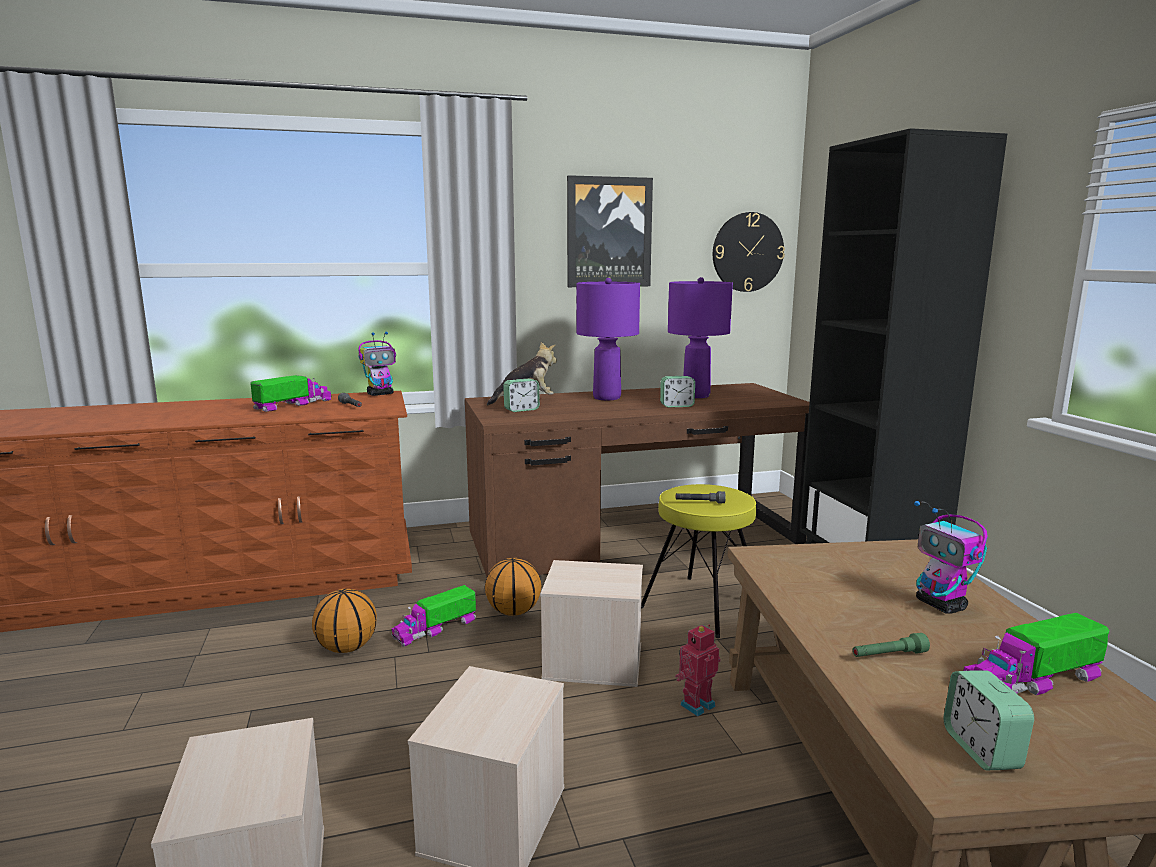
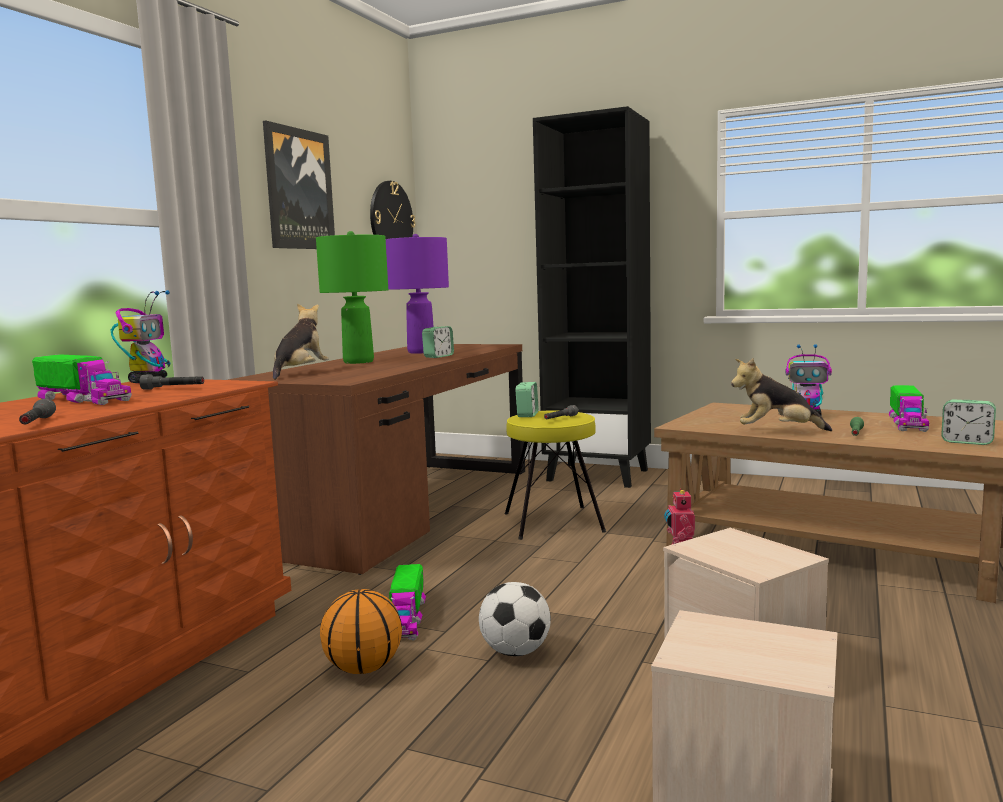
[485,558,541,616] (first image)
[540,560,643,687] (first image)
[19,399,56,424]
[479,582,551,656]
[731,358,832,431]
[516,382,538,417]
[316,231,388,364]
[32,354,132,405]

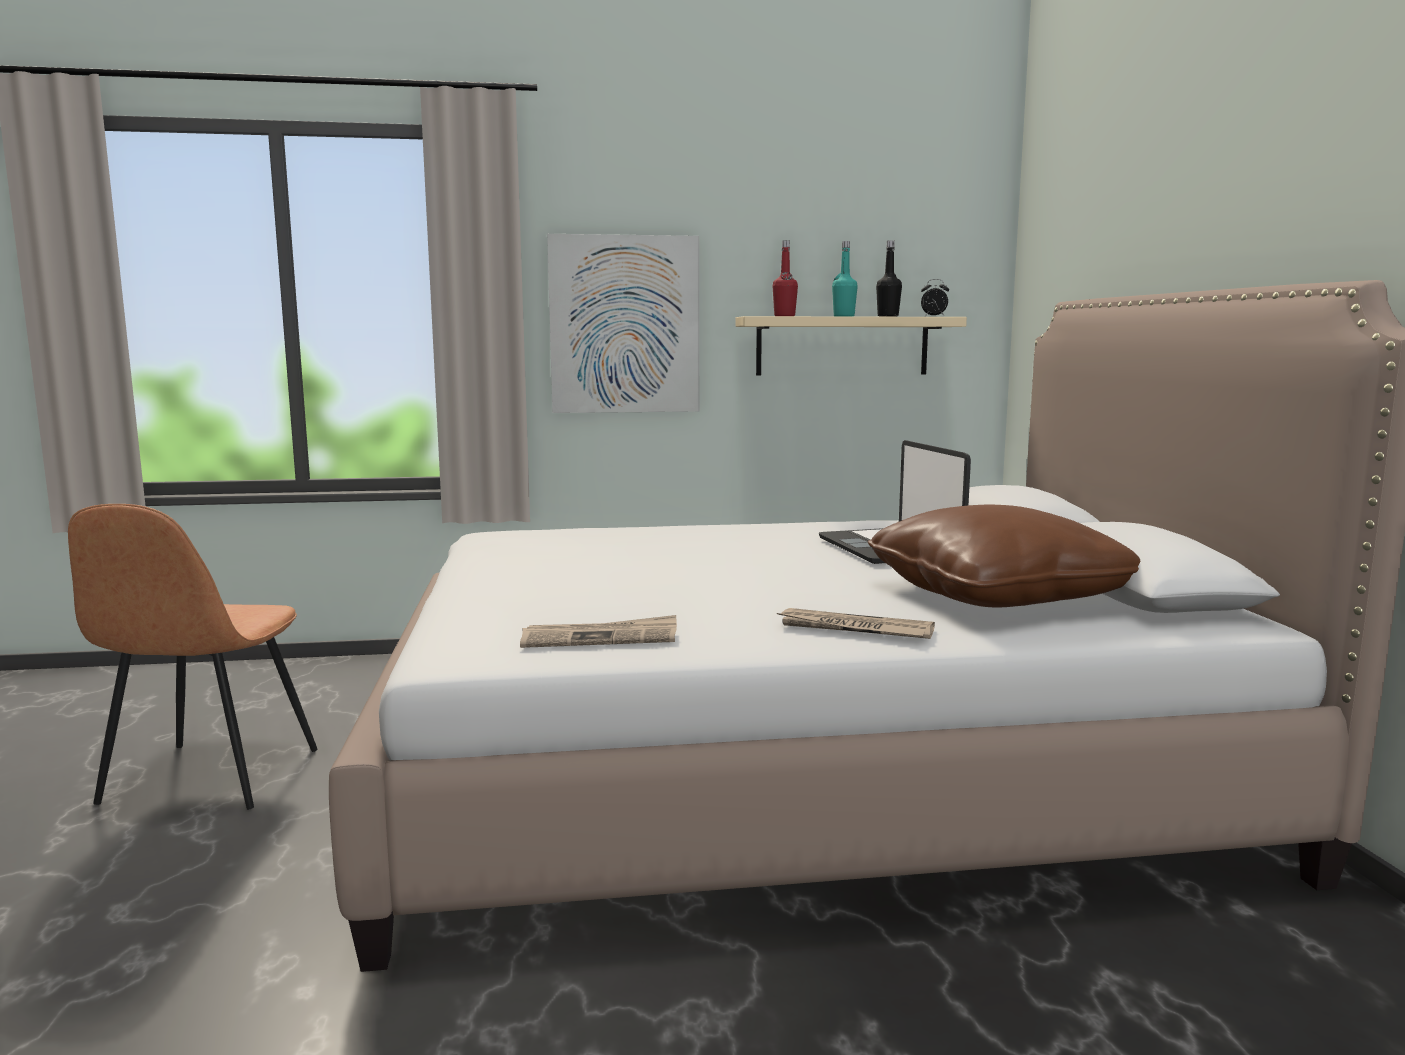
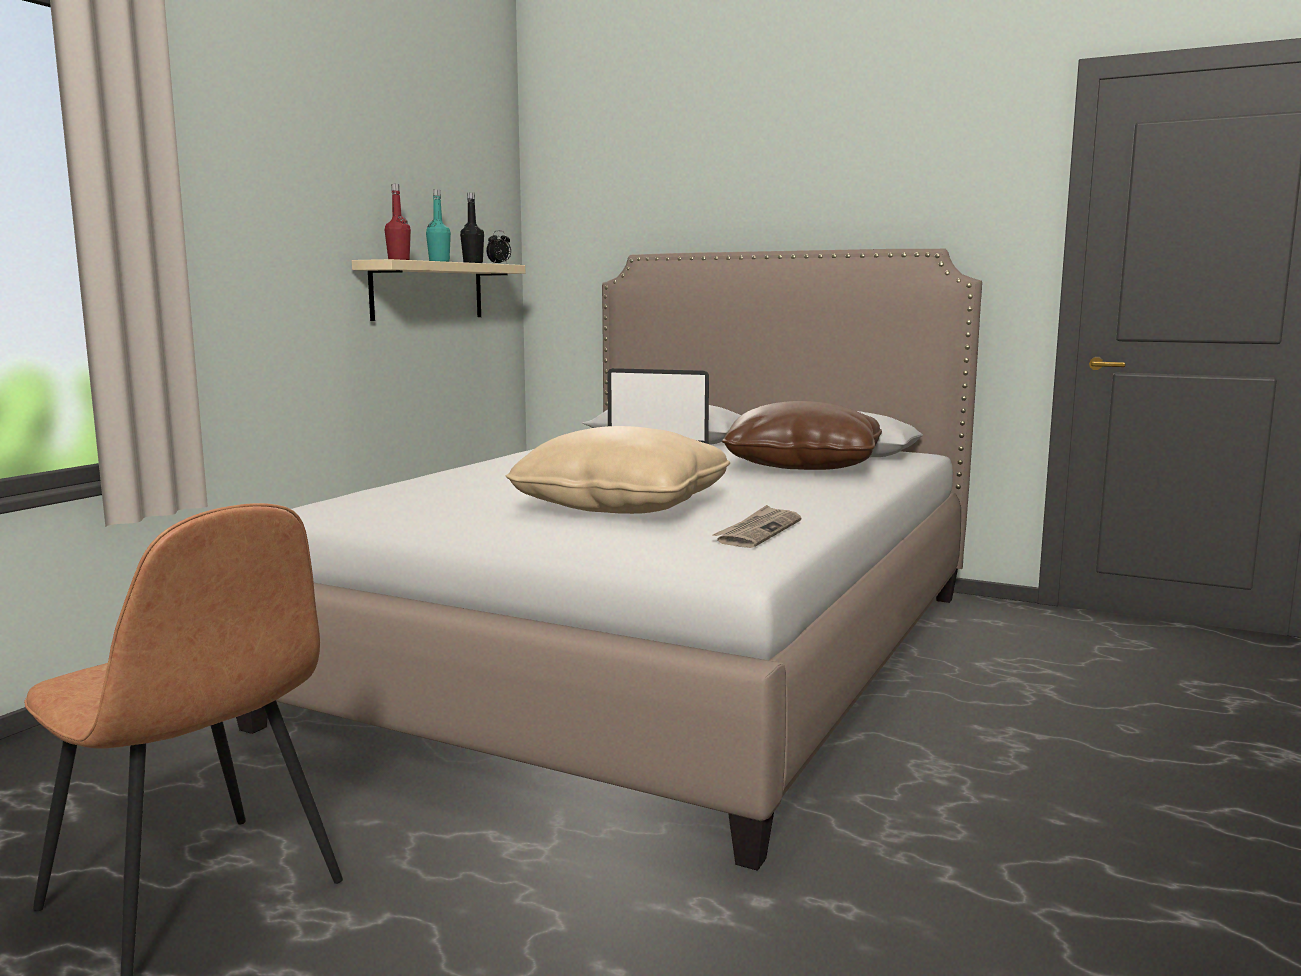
[547,234,699,413] (first image)
[777,608,935,639] (first image)
[505,426,730,514]

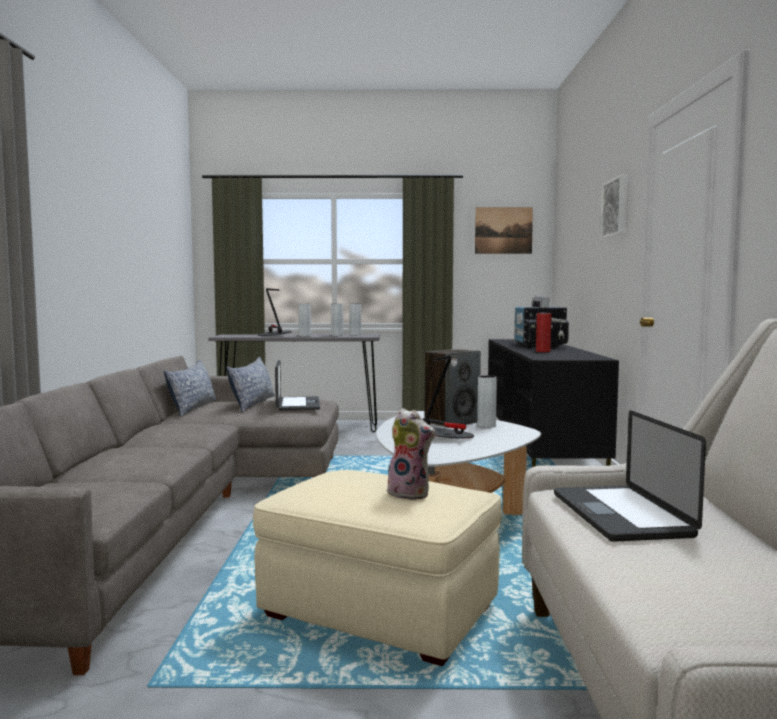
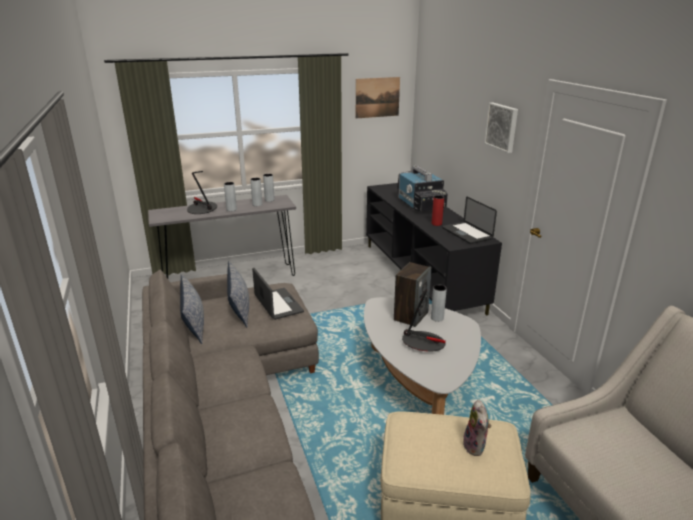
[442,197,497,244]
[461,400,491,456]

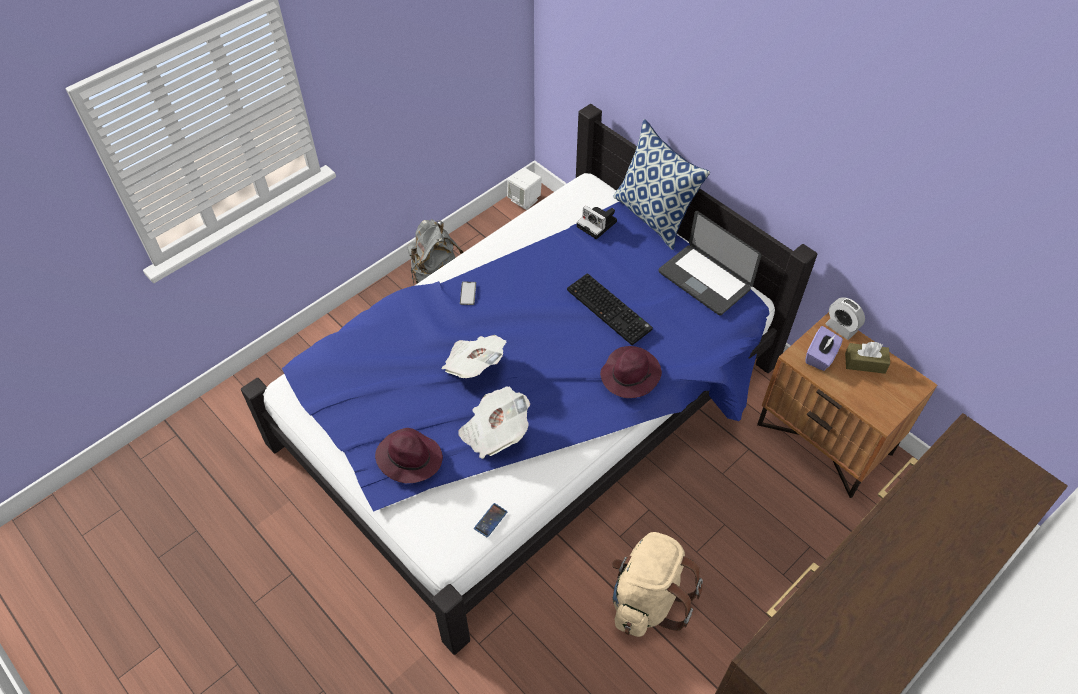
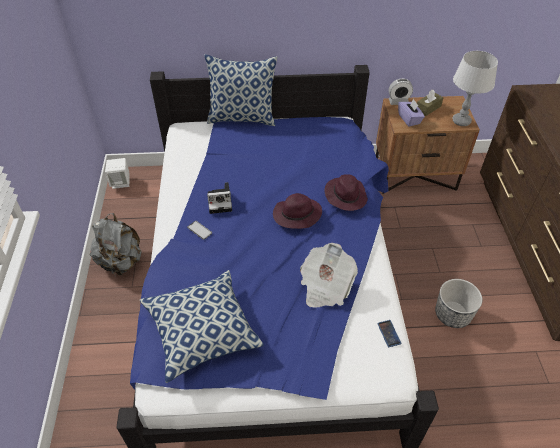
[441,335,506,378] (first image)
[567,273,653,345] (first image)
[658,211,761,315] (first image)
[140,270,264,383]
[453,51,498,126]
[273,193,322,229]
[207,182,232,214]
[435,279,483,328]

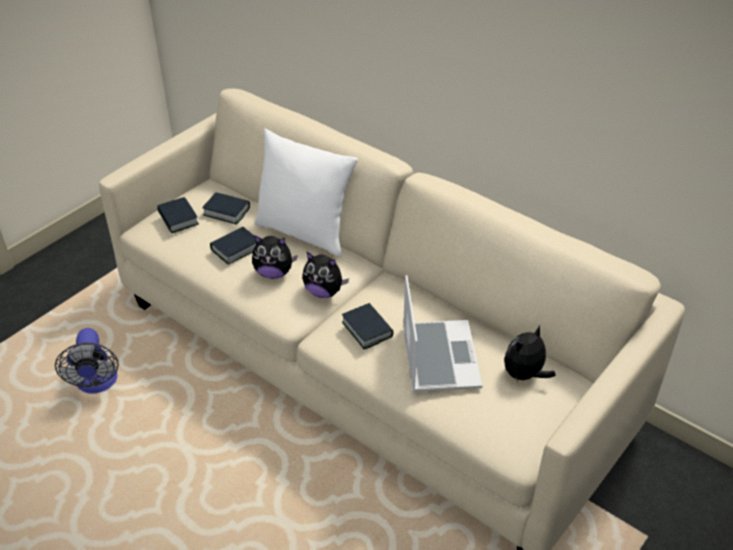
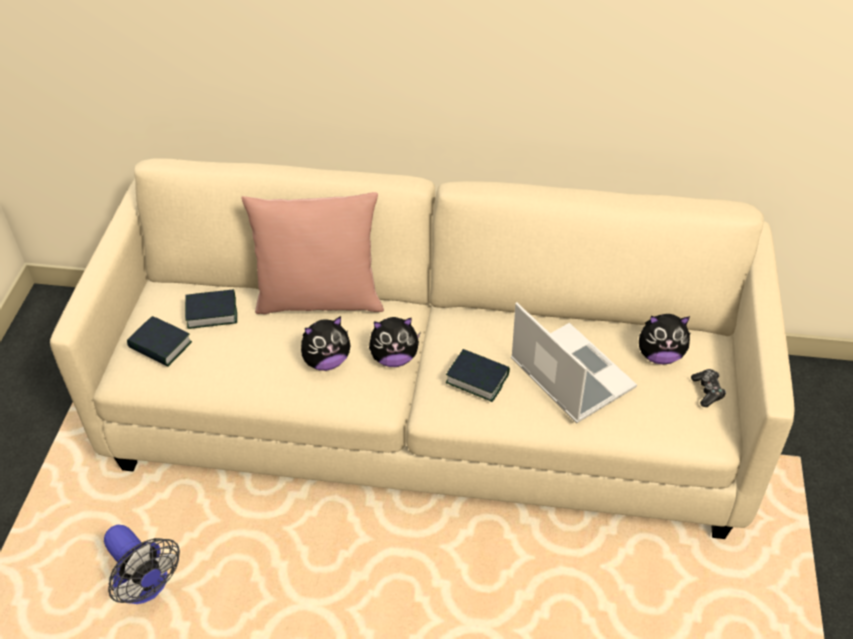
[210,227,256,265] (first image)
[691,369,726,407]
[241,192,384,314]
[639,314,691,365]

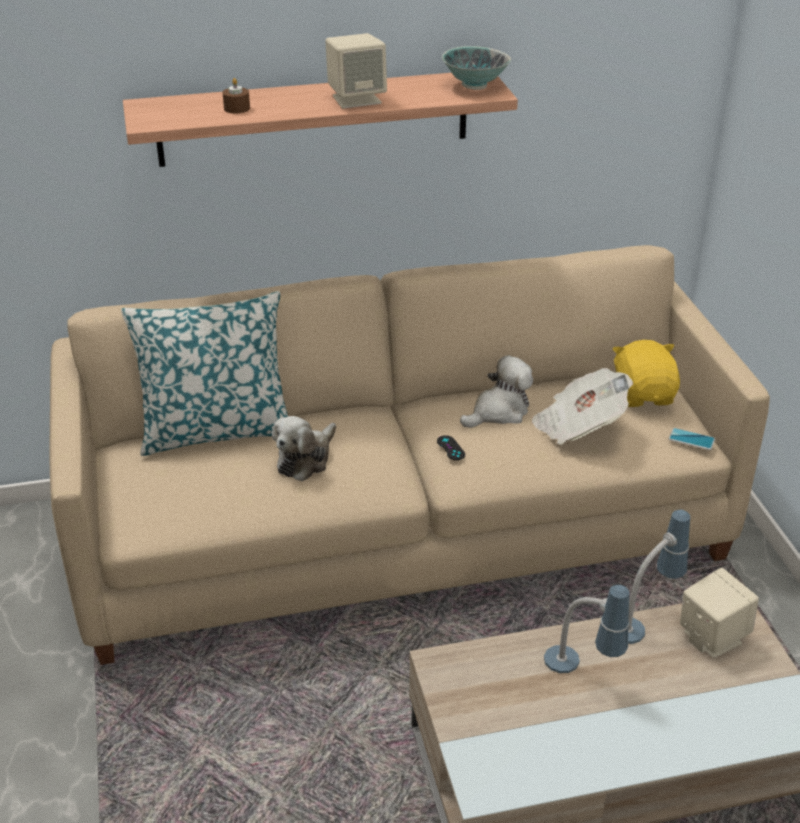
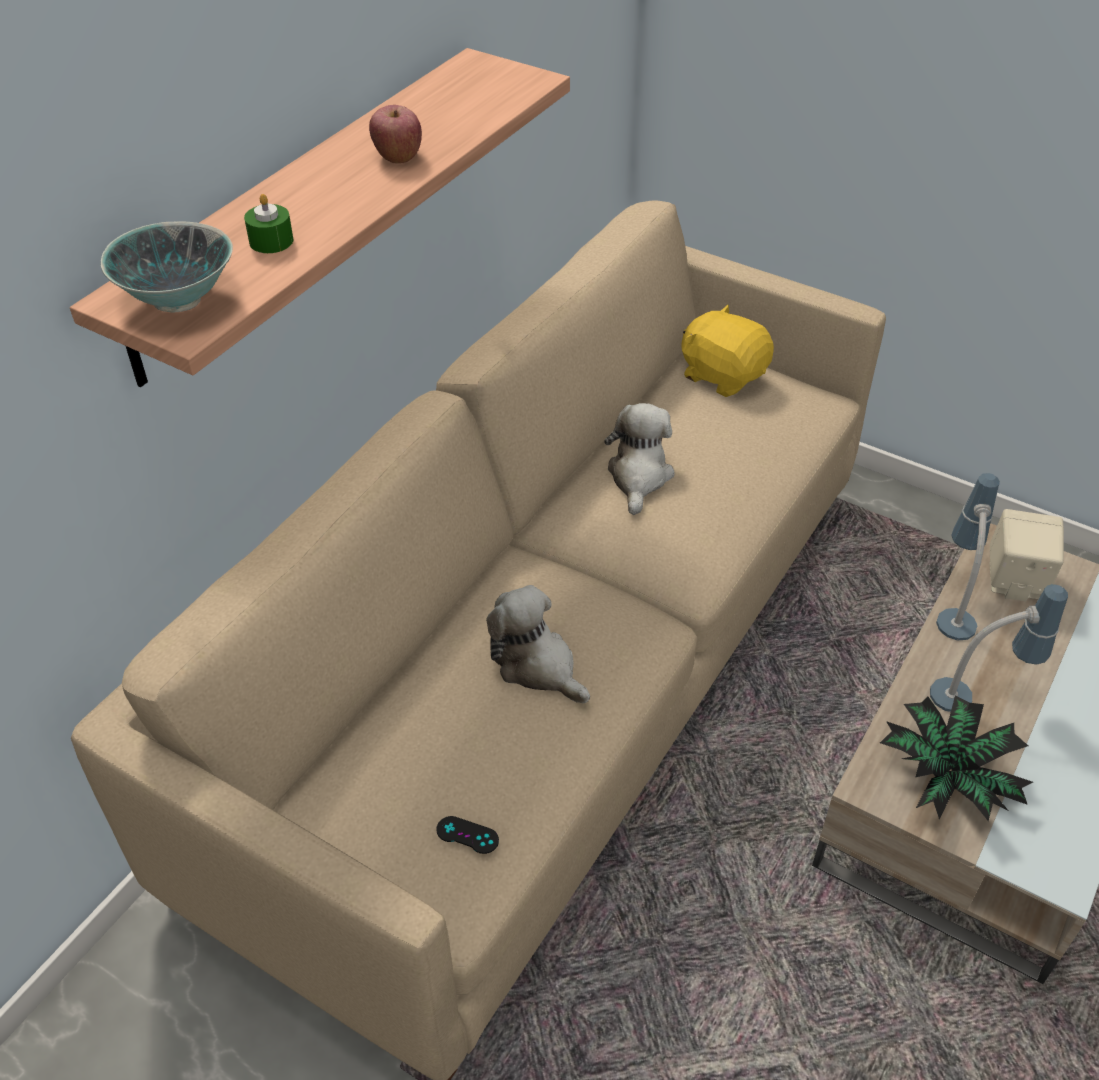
[121,291,288,456] (first image)
[532,368,633,445] (first image)
[669,428,715,450] (first image)
[880,695,1033,821]
[436,816,499,854]
[101,221,233,313]
[369,105,422,164]
[244,194,293,253]
[486,585,590,703]

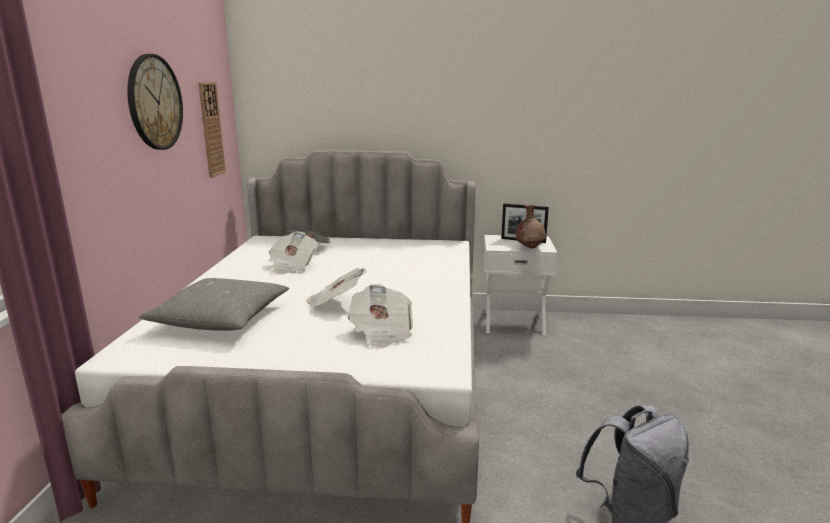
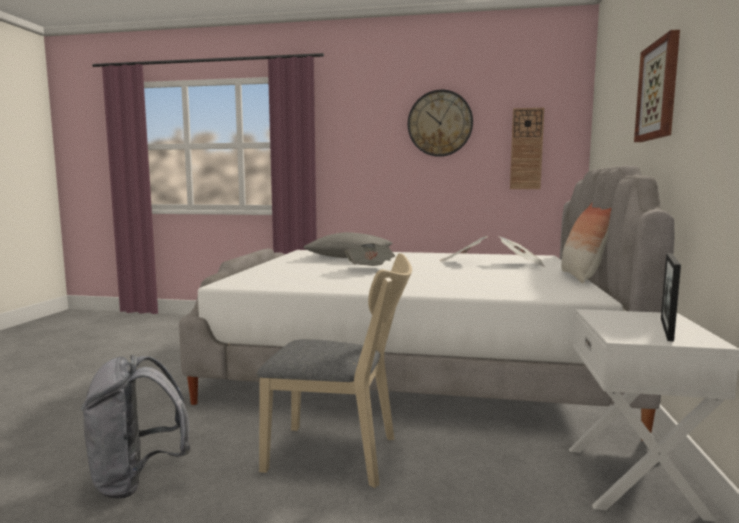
[348,284,413,349] (first image)
[516,205,546,249] (first image)
[257,253,412,488]
[561,202,611,283]
[634,30,680,142]

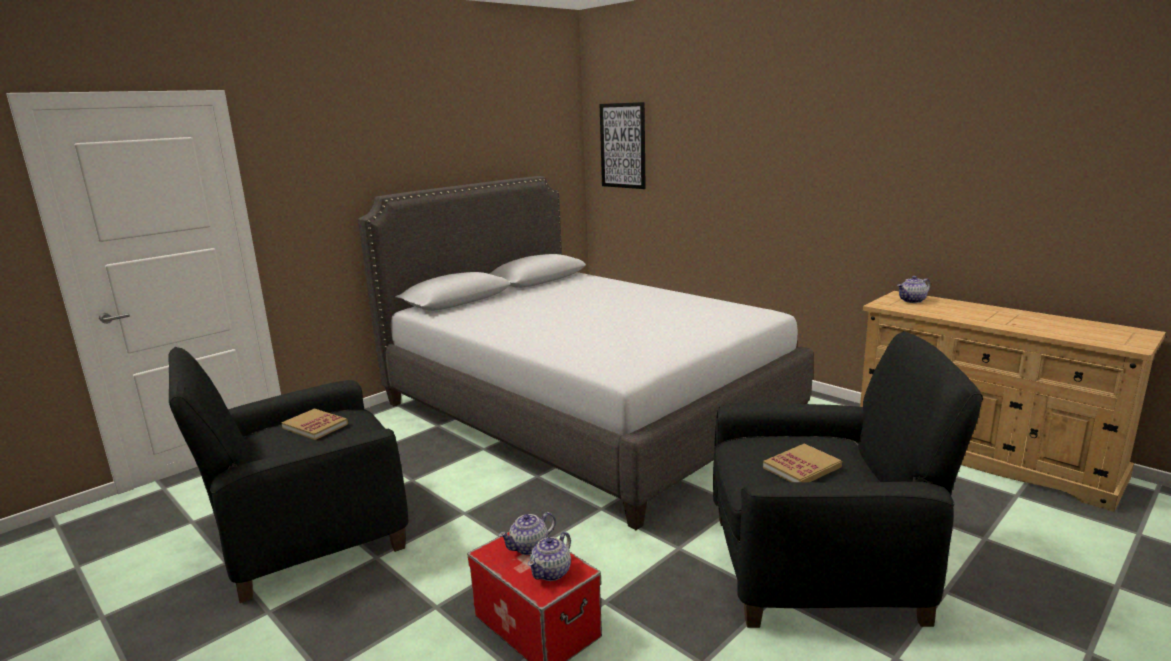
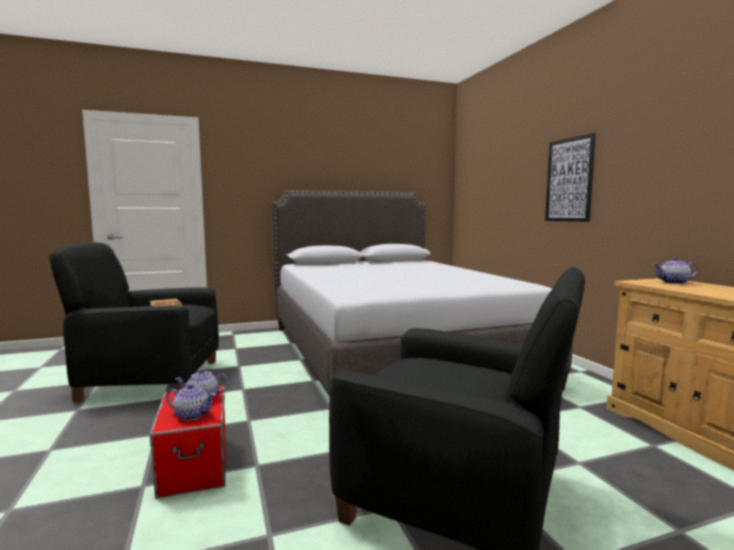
[763,444,842,482] (first image)
[545,133,596,222]
[166,384,216,421]

